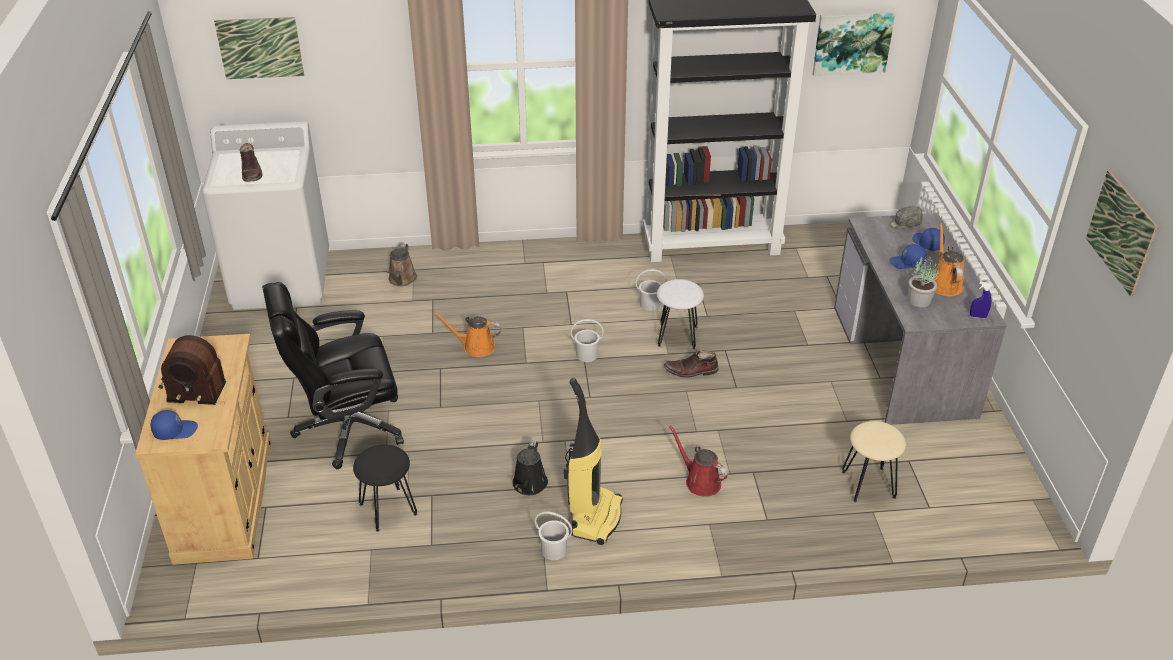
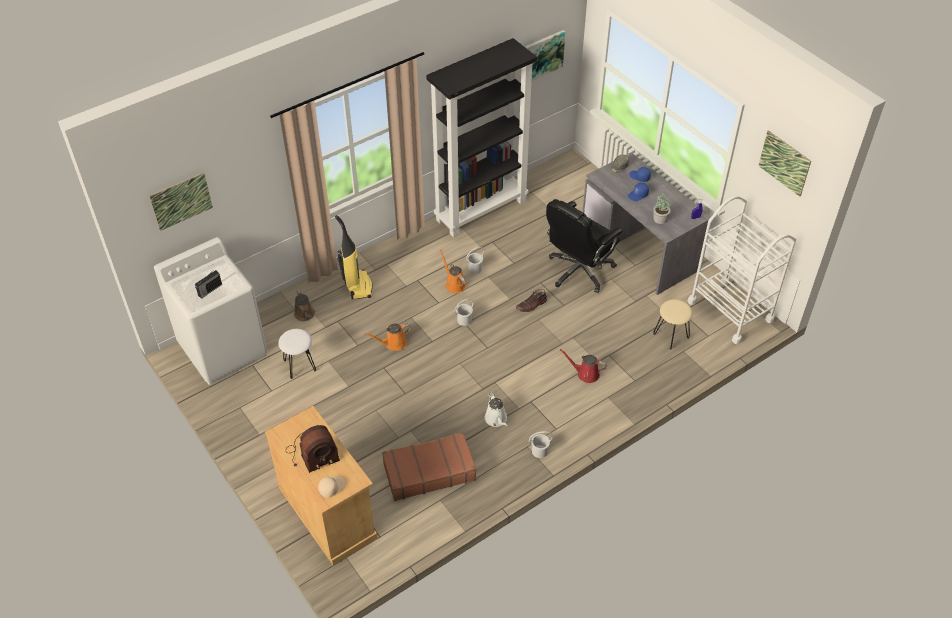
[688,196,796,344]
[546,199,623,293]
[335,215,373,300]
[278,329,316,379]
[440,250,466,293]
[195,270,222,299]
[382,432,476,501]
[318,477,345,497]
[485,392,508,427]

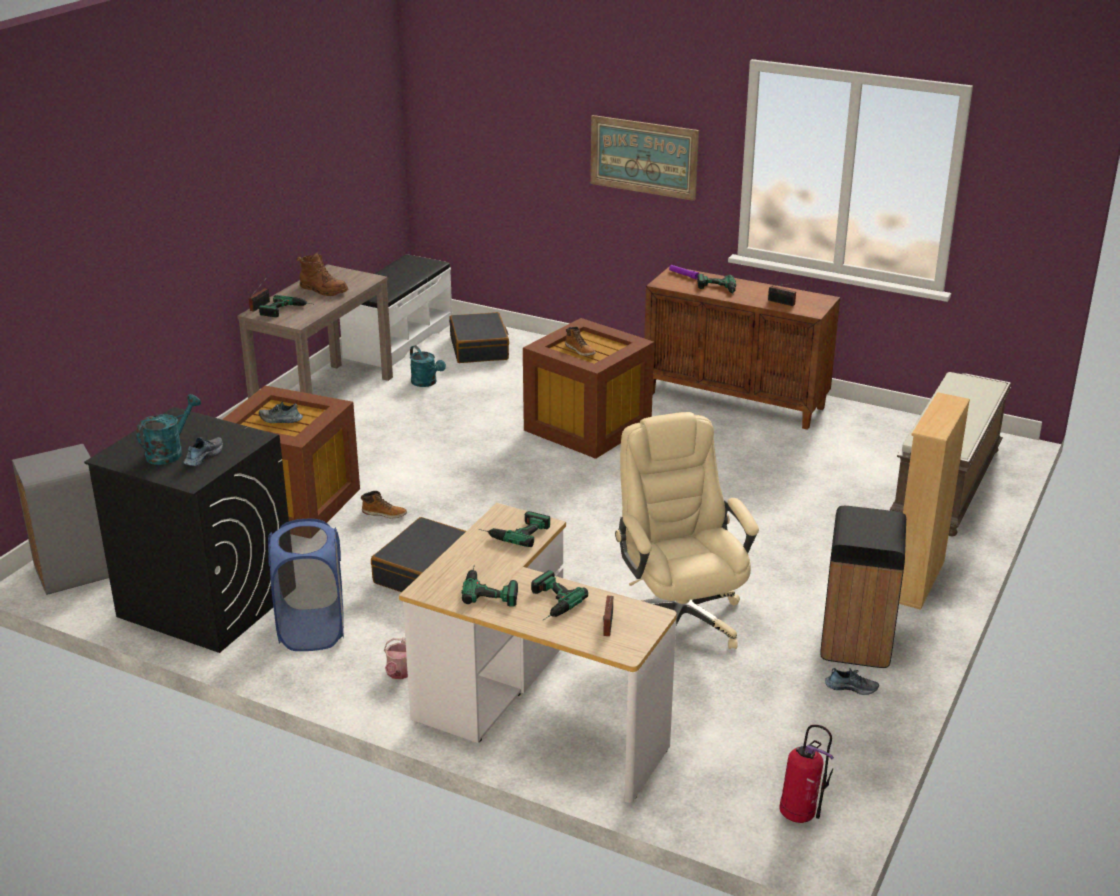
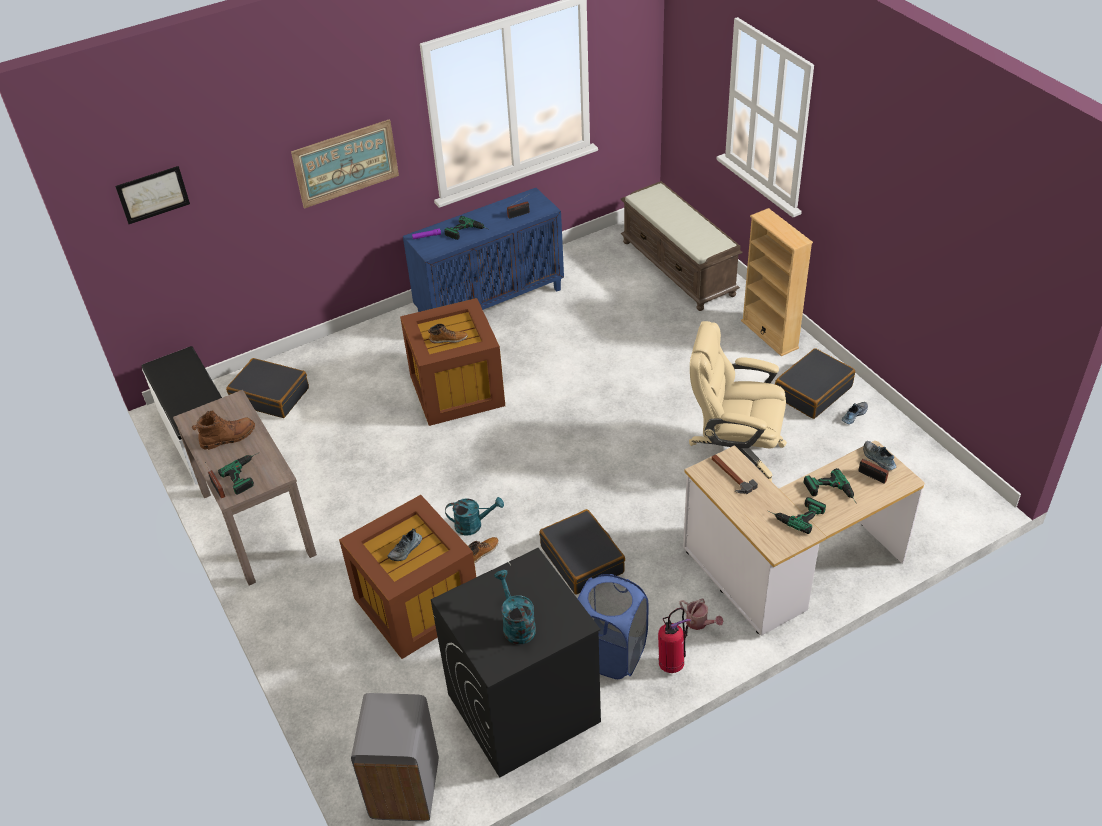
[115,166,190,224]
[863,441,896,471]
[445,497,504,536]
[658,608,691,673]
[712,454,758,494]
[775,348,855,419]
[403,188,564,312]

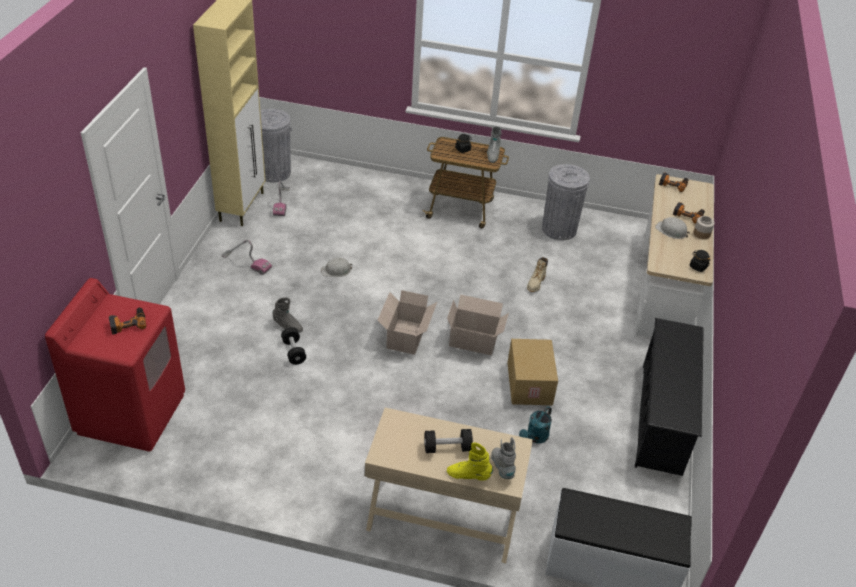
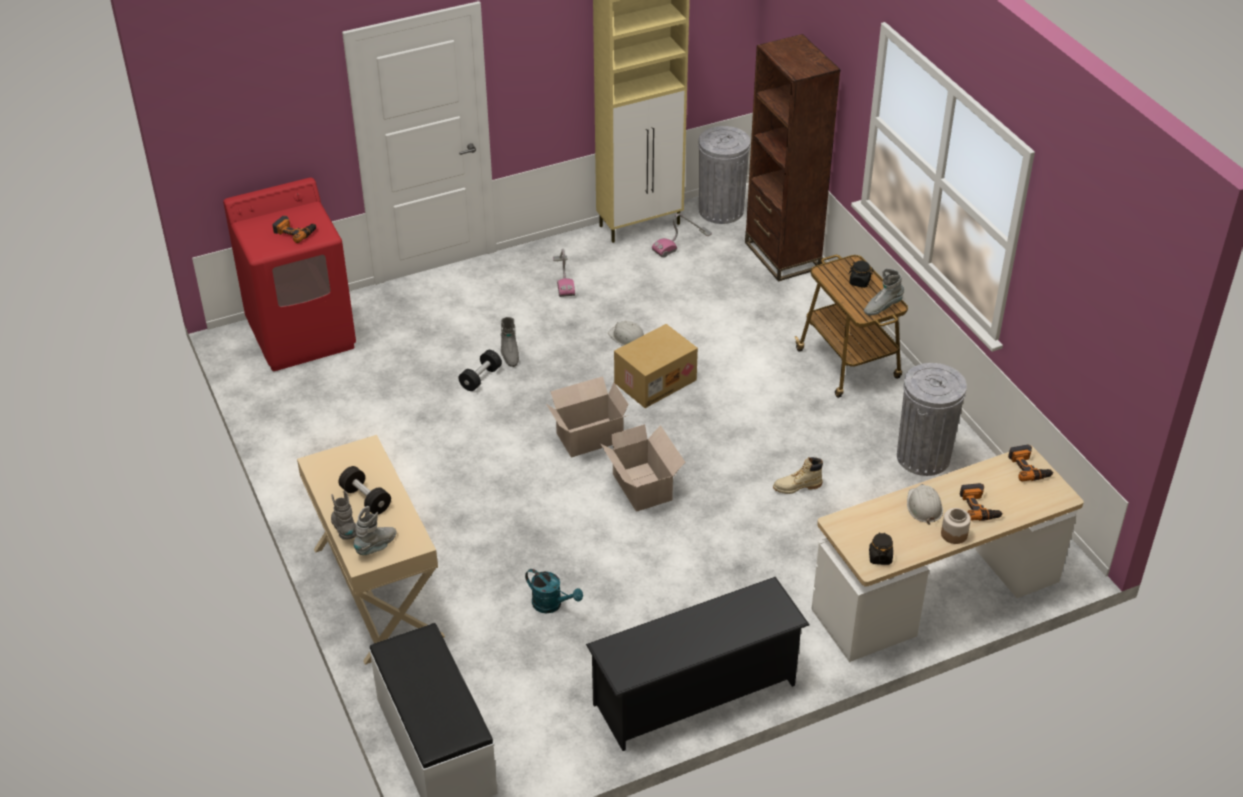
[745,34,841,282]
[614,324,698,408]
[331,490,357,540]
[525,569,583,613]

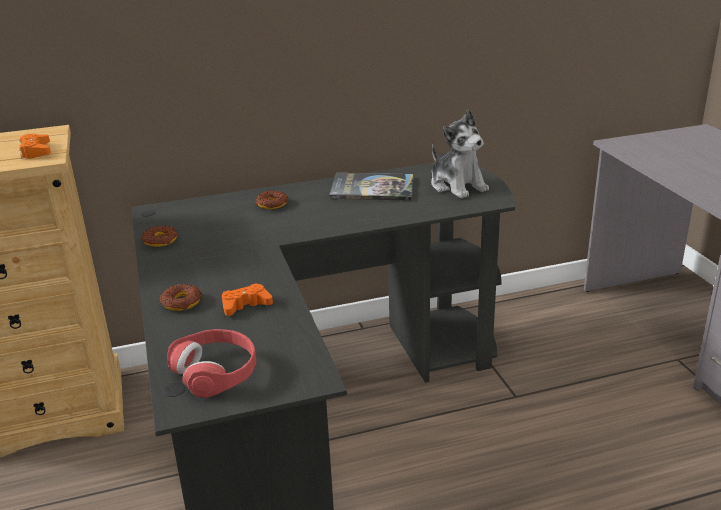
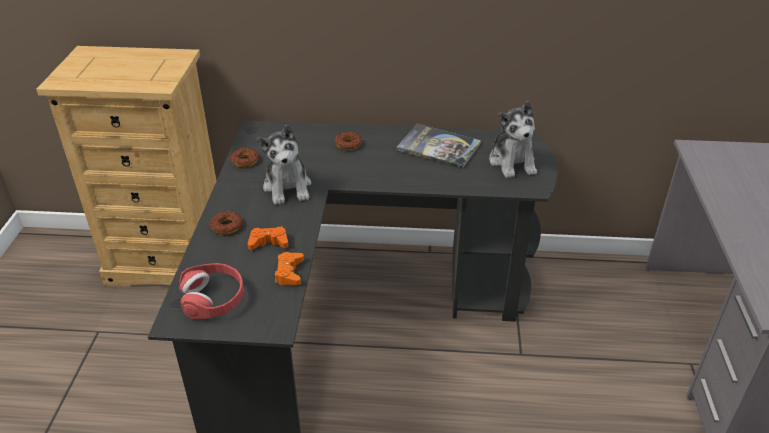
[257,125,311,205]
[275,252,304,285]

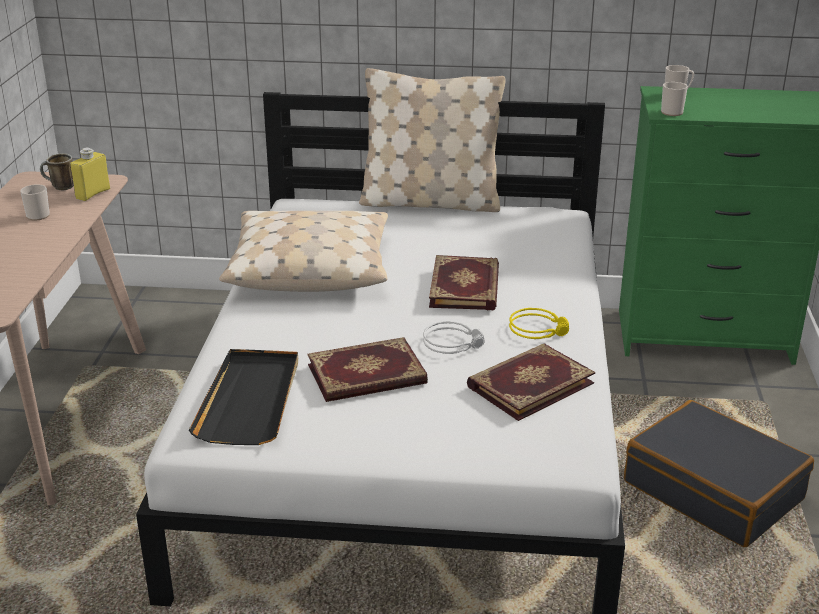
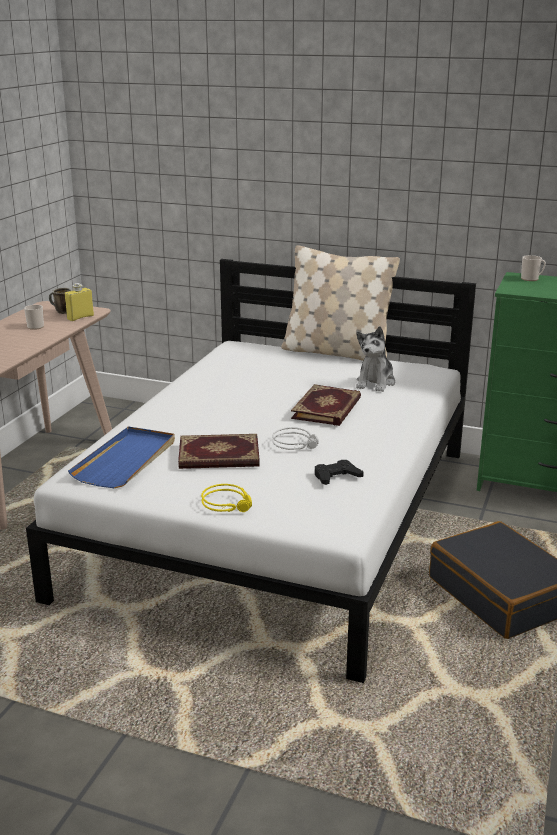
[219,211,388,292] (first image)
[661,82,688,116] (first image)
[356,326,395,392]
[201,484,252,512]
[315,460,364,485]
[68,426,175,488]

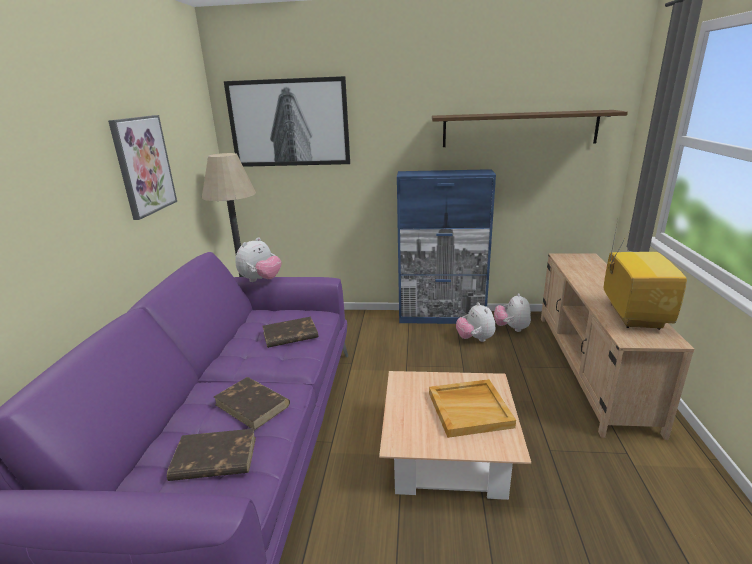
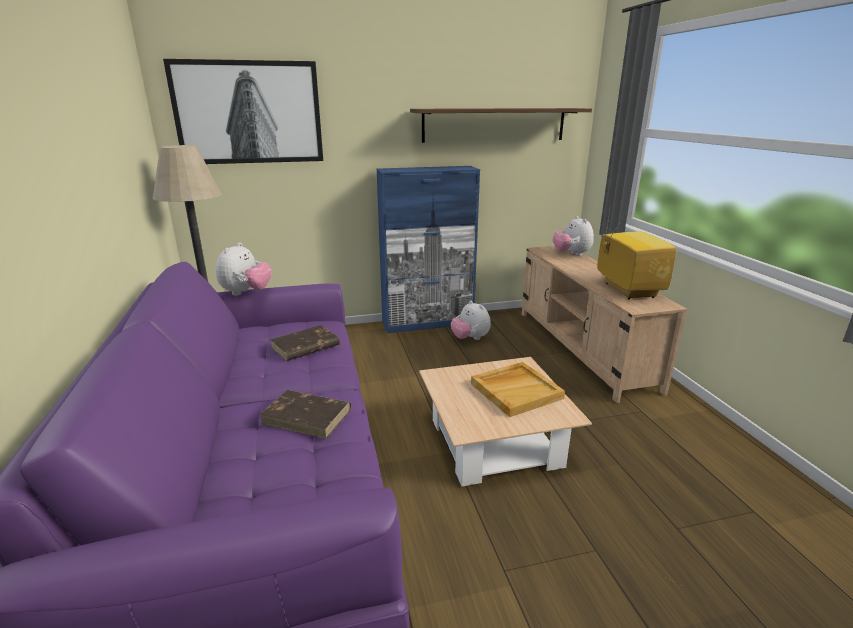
[108,115,177,220] (first image)
[167,429,256,481] (first image)
[553,216,594,256]

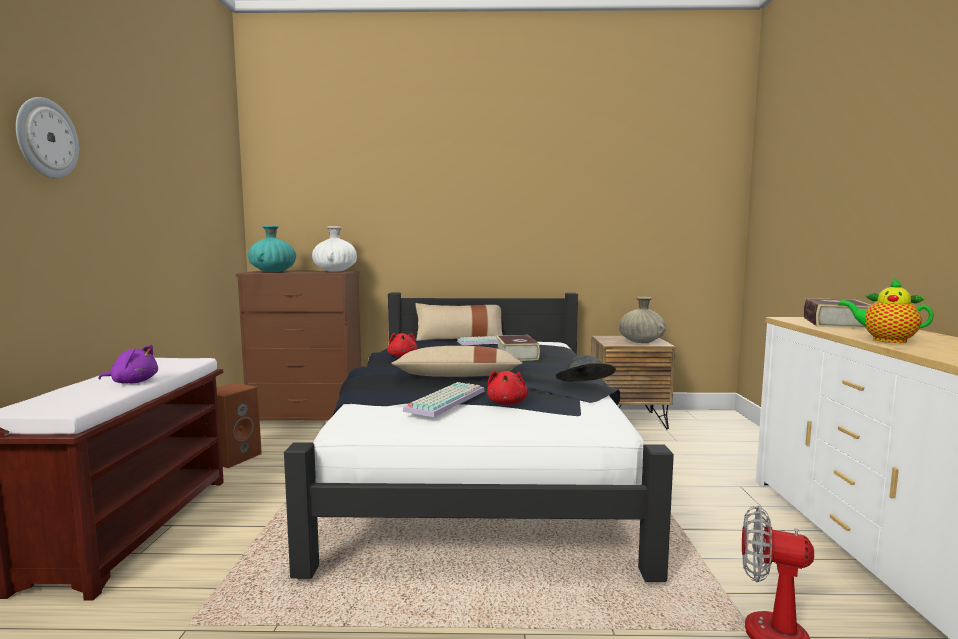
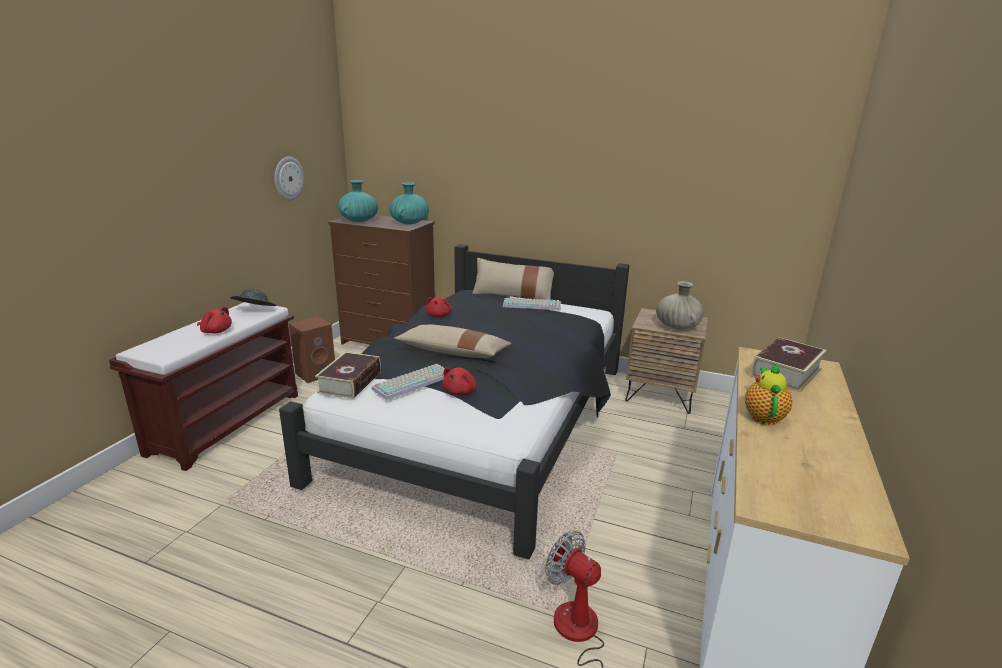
[274,157,304,201]
[315,352,381,399]
[230,288,276,306]
[197,307,232,333]
[389,182,429,225]
[745,363,792,425]

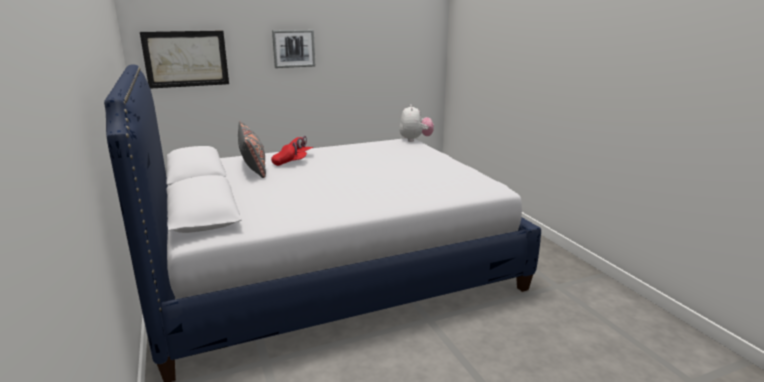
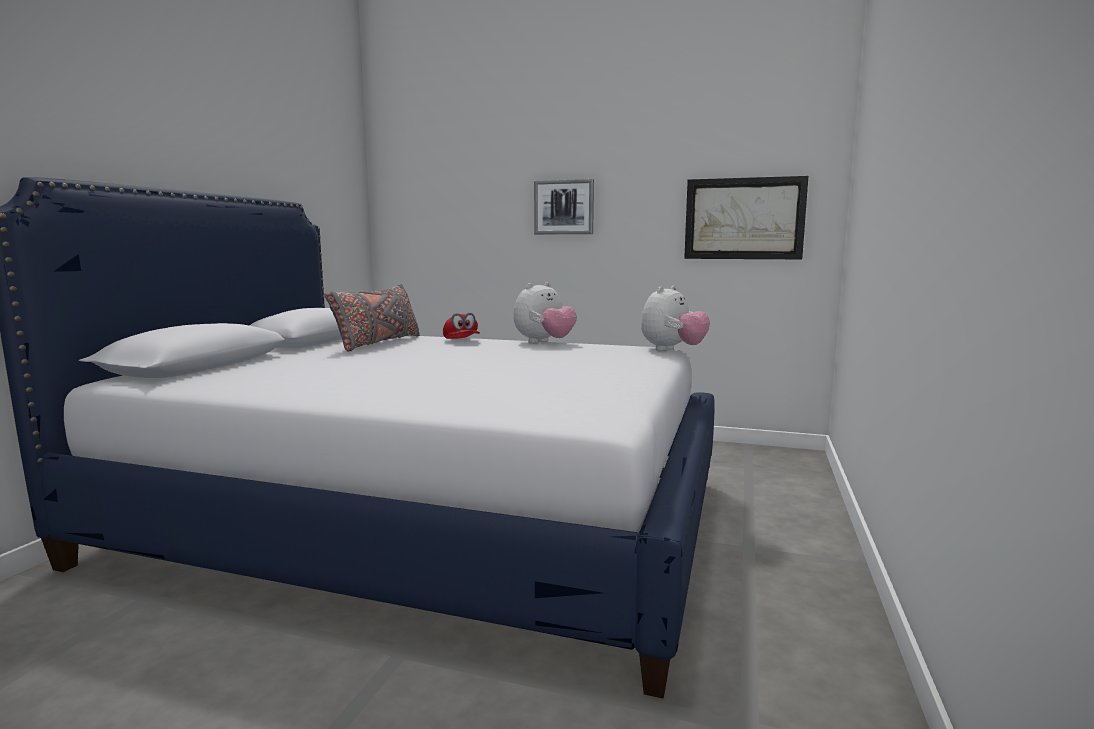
[271,142,307,166] (first image)
[513,282,577,343]
[684,176,808,259]

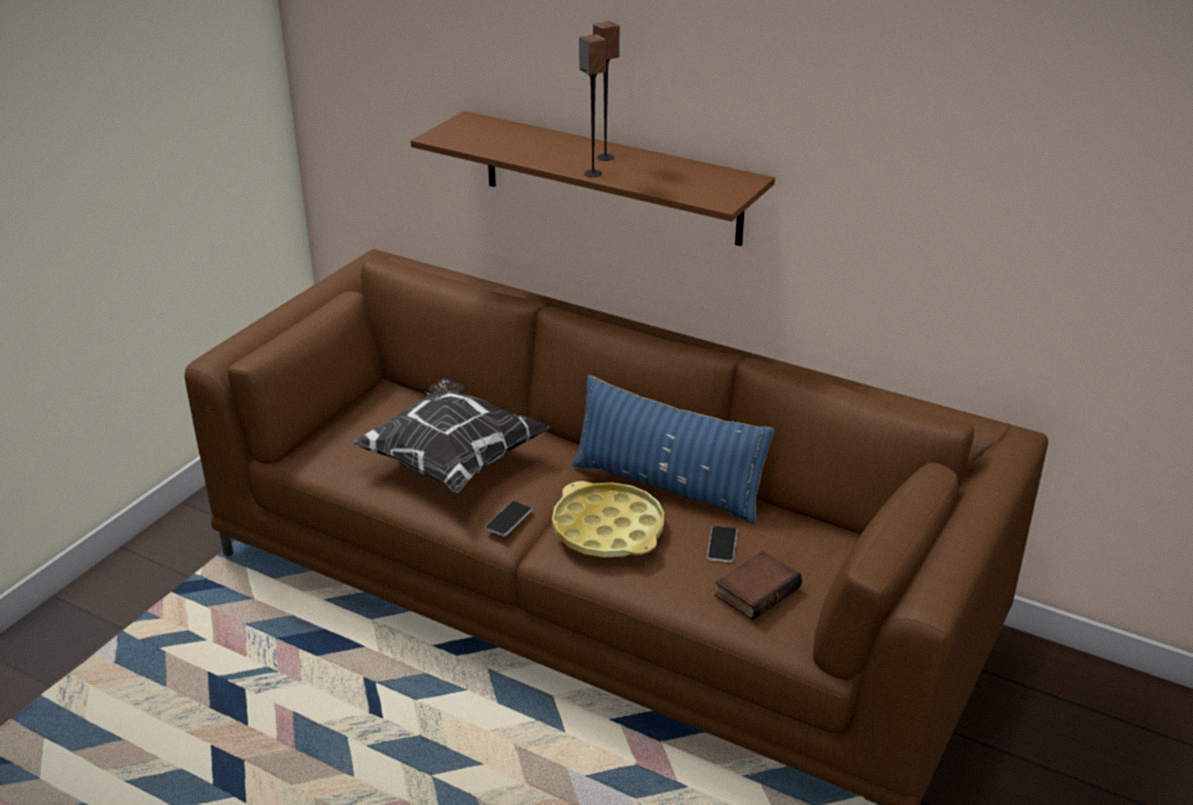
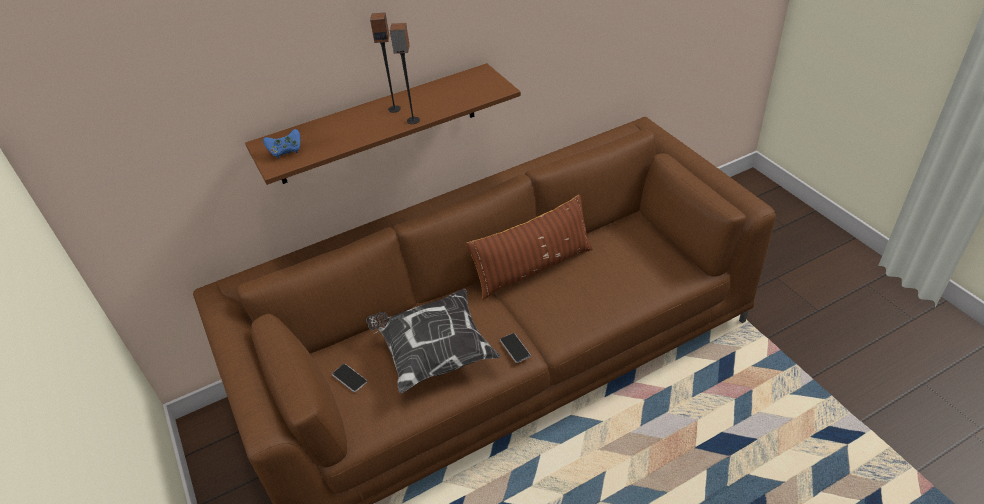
[552,481,664,558] (first image)
[715,551,802,620] (first image)
[263,129,301,159]
[332,364,367,392]
[466,195,592,300]

